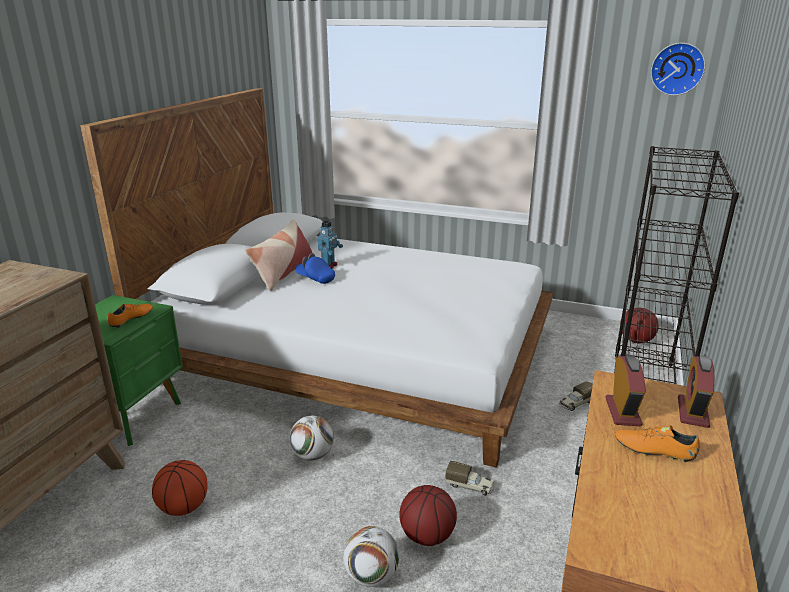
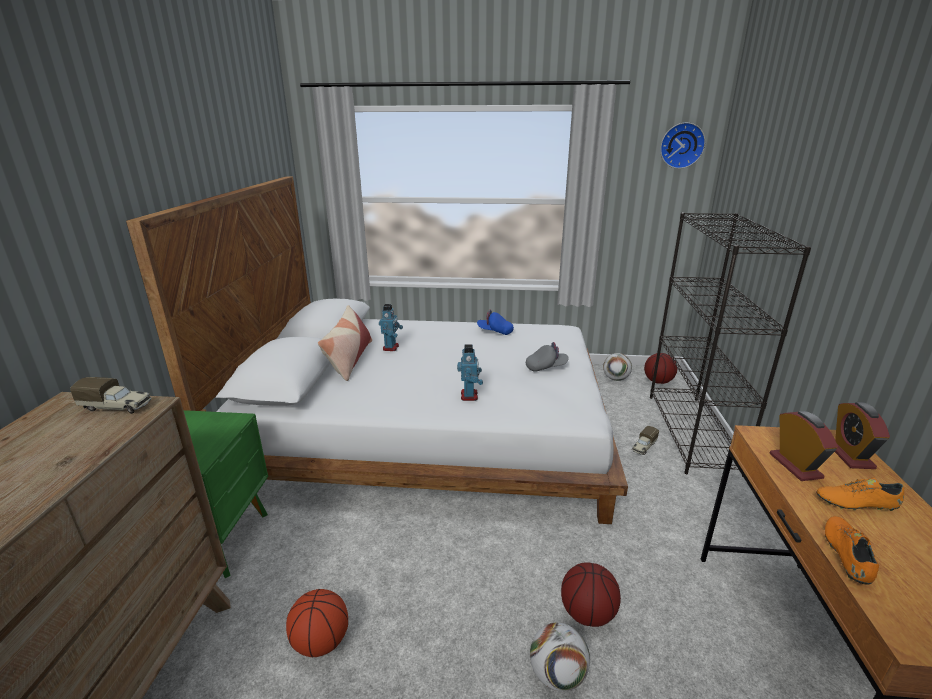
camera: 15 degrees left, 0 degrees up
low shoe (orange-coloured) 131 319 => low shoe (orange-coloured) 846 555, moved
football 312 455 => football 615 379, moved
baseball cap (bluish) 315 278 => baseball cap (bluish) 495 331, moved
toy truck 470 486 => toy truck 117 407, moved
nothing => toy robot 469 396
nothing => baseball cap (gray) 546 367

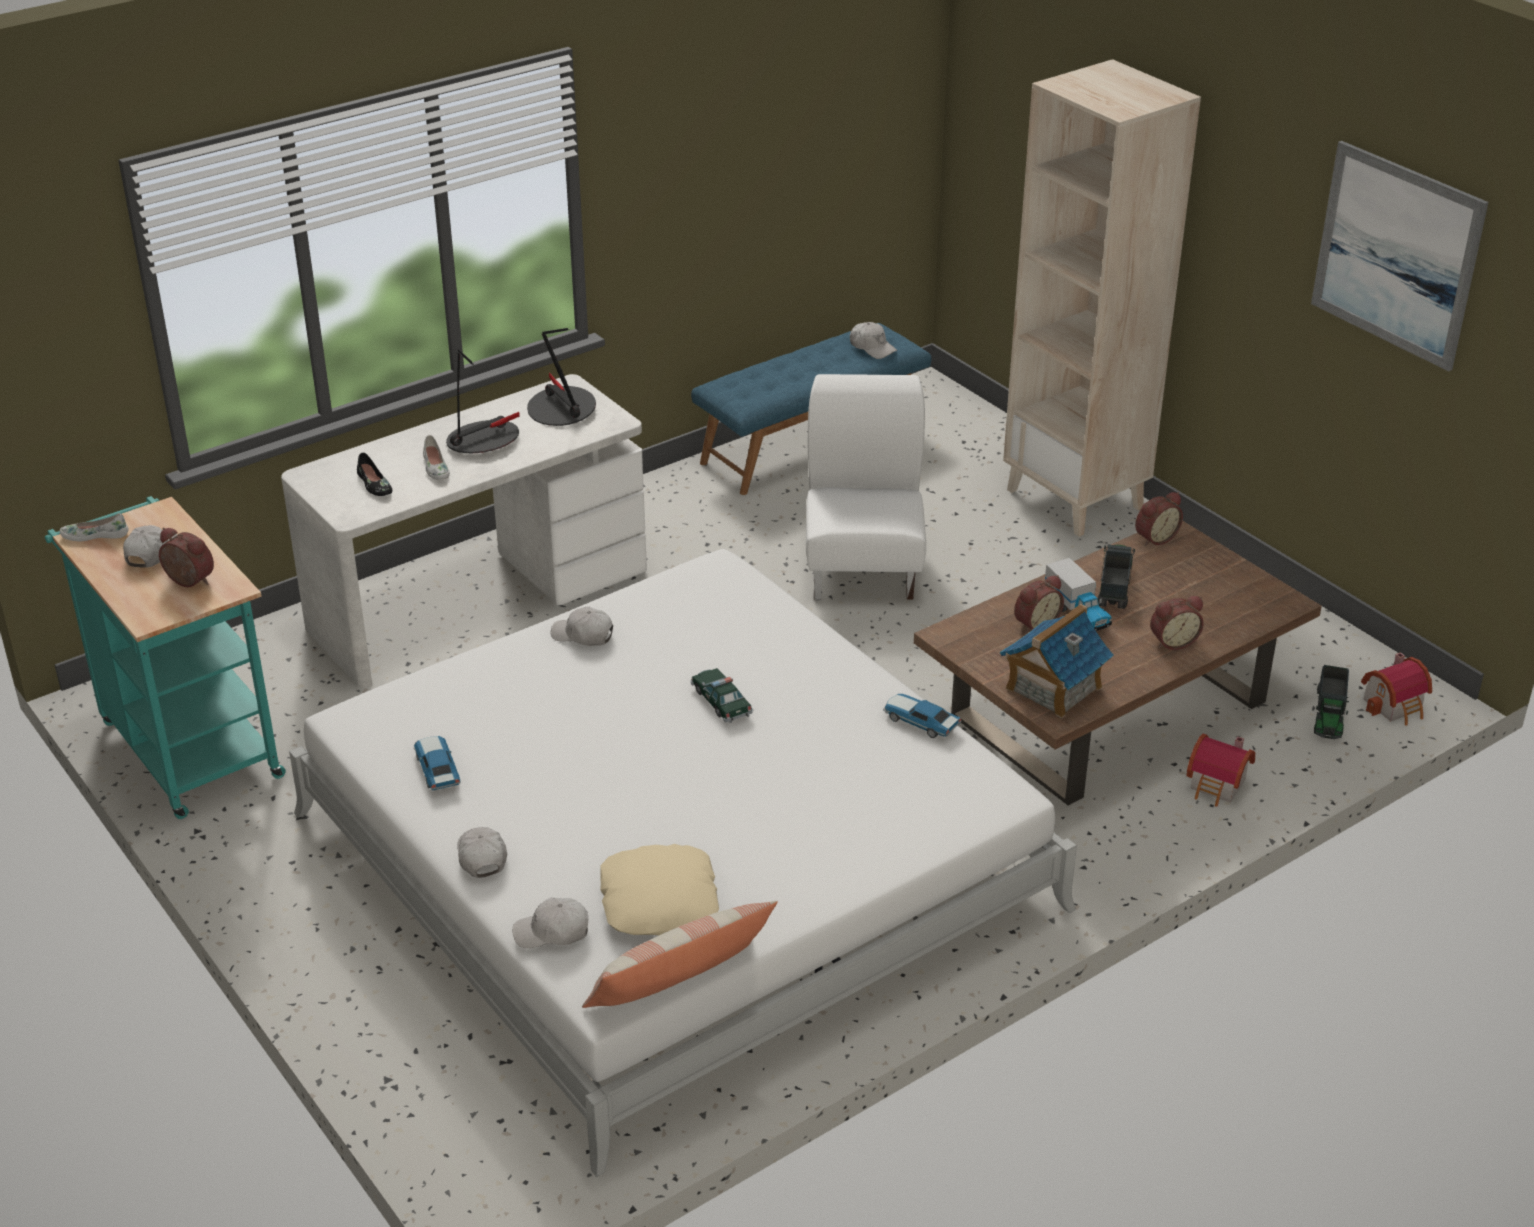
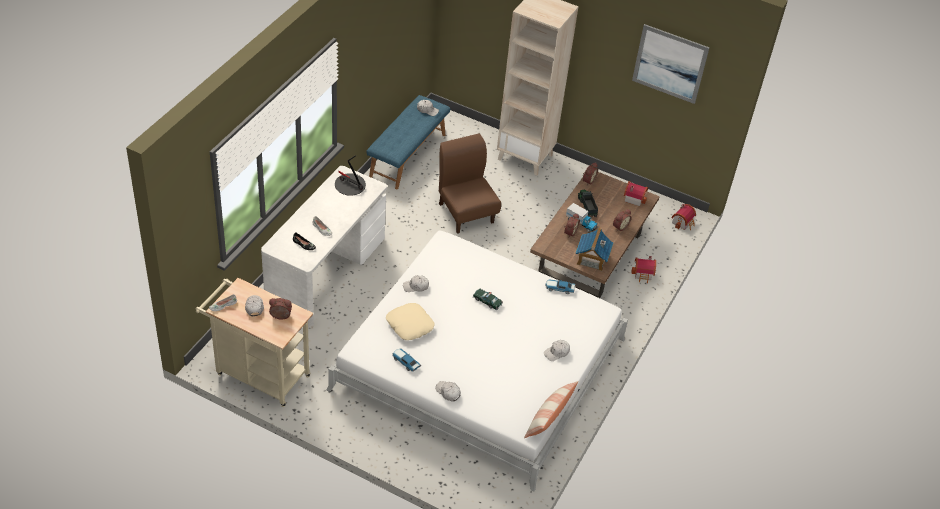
camera: 30 degrees left, 10 degrees up
cart (turquoise-coloured) 185 743 => cart (beige-coloured) 258 373
tabletop lamp 483 440 => nothing
baseball cap (white-coloured) 552 932 => baseball cap (white-coloured) 557 353, moved
throw pillow (beige-coloured) 658 901 => throw pillow (beige-coloured) 409 325, moved
upright chair (white-coloured) 863 567 => upright chair (brown-coloured) 466 212
toy truck 1329 714 => nothing
nothing => miniature house 634 198

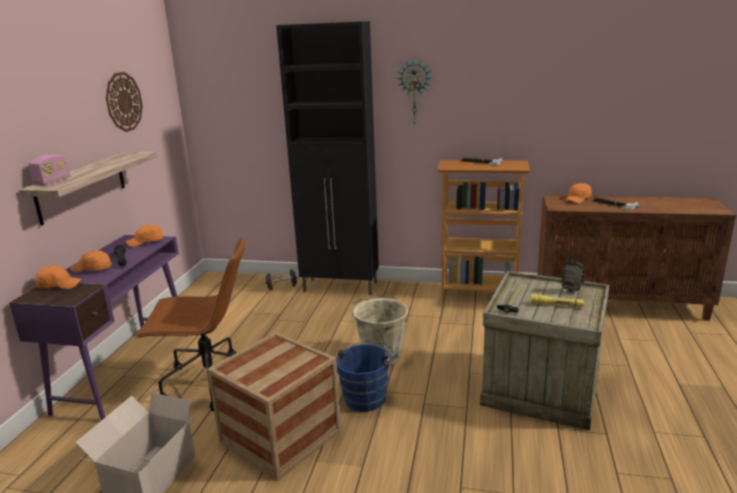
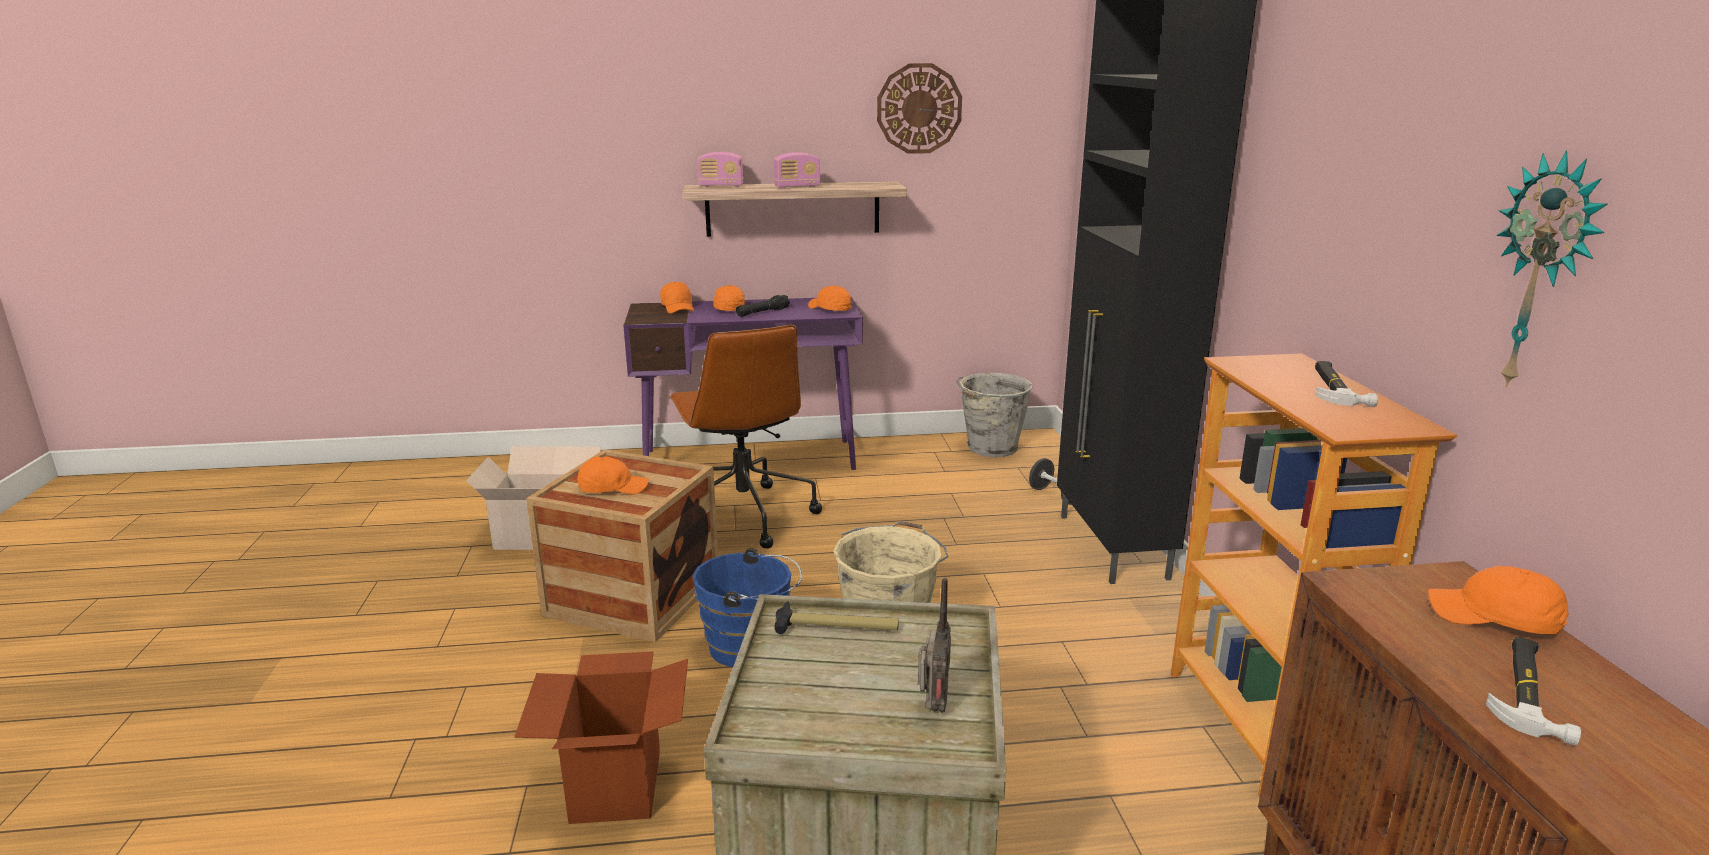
camera: 70 degrees right, 0 degrees up
clock on the wall 414 92 => clock on the wall 1544 273, moved
flashlight (yellowish) 556 305 => nothing
nothing => carton 616 785
nothing => baseball cap (orange-coloured) 612 488
nothing => radio receiver 797 187
nothing => pail (gray) 990 448

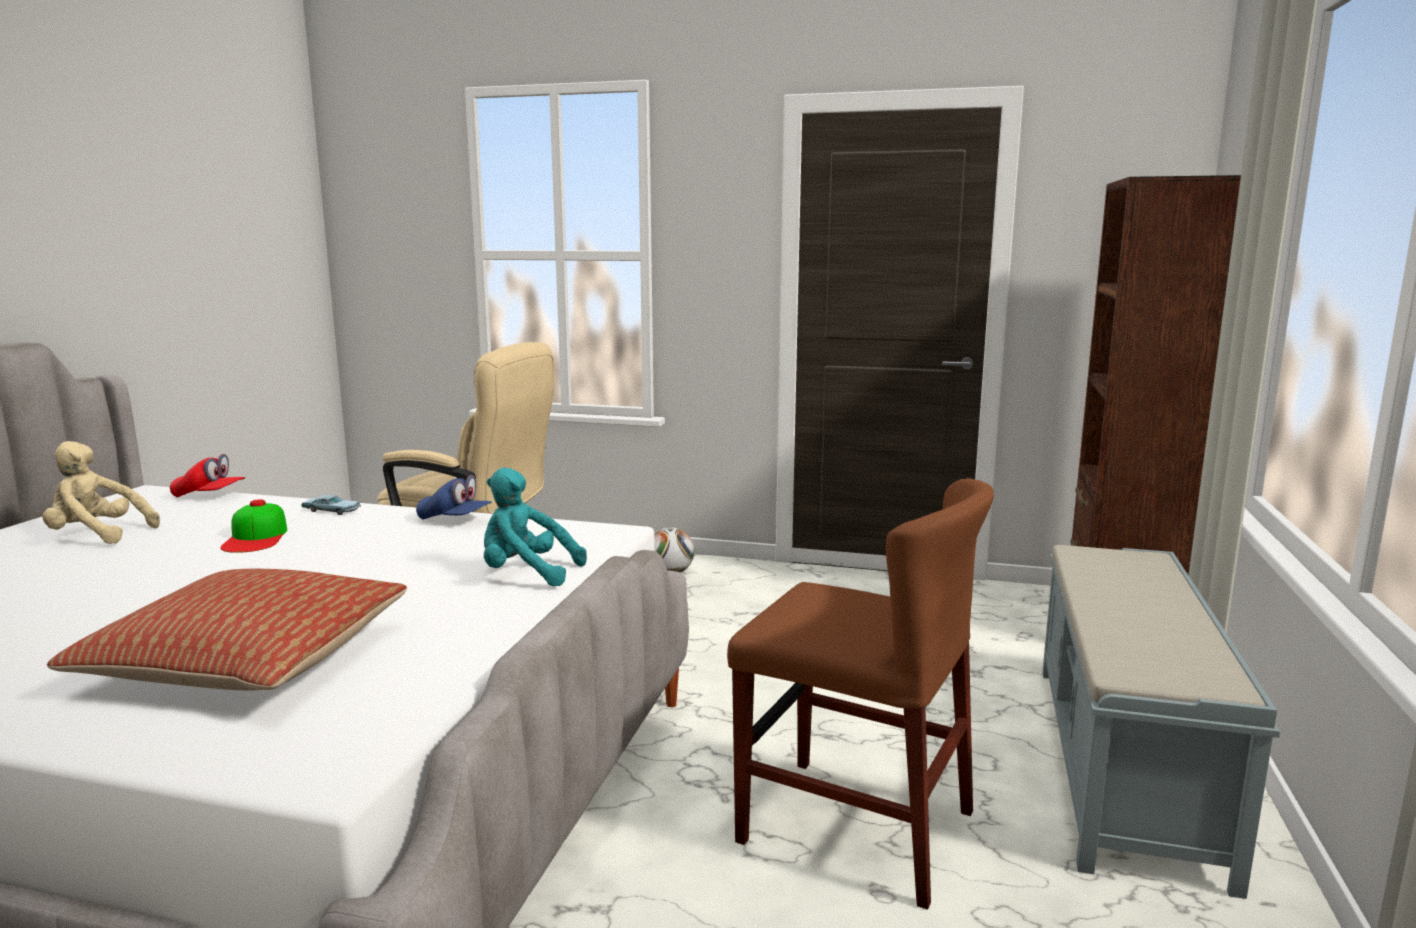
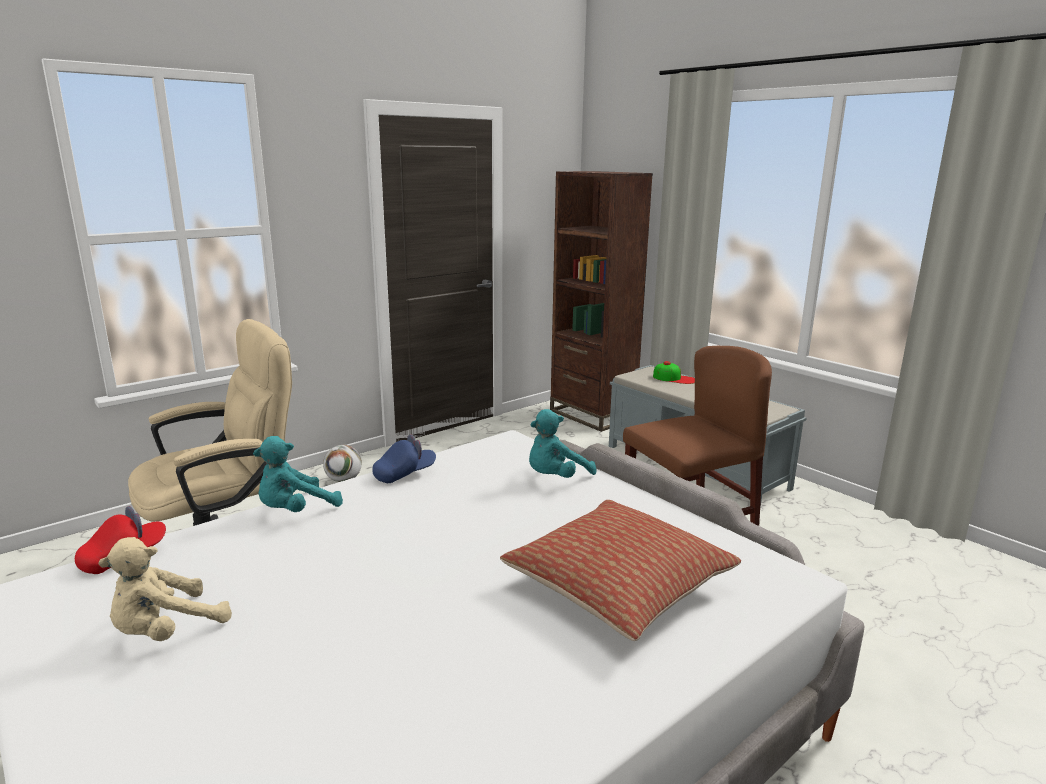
camera: 55 degrees left, 5 degrees up
baseball cap 256 537 => baseball cap 675 378, moved
miniature car (bluish) 331 511 => cuddly toy (turquoise-coloured) 295 510

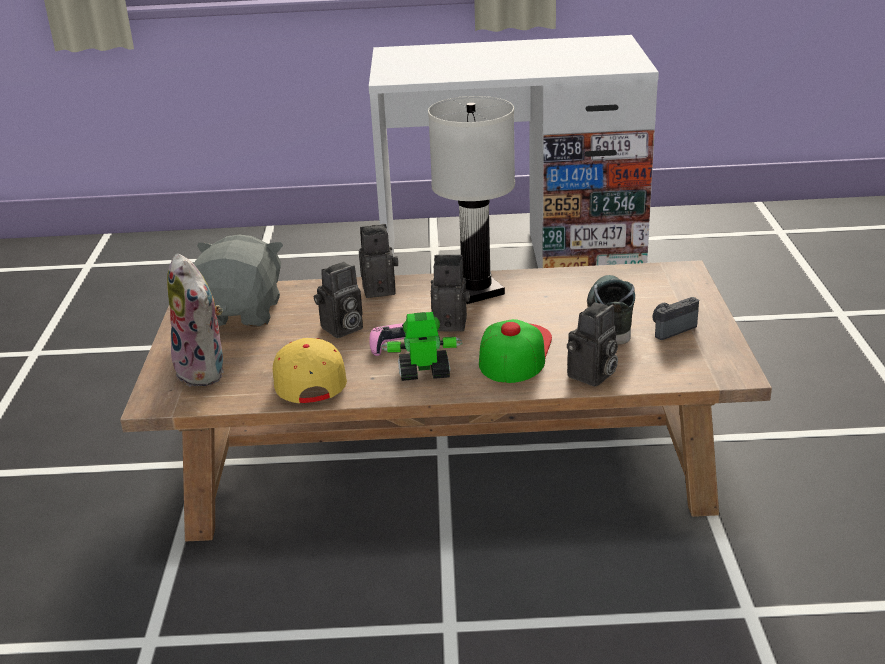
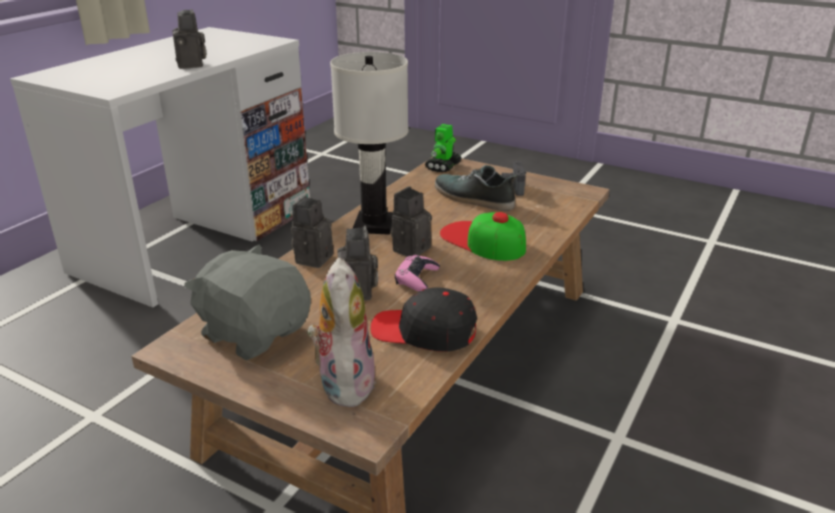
camera: 60 degrees left, 0 degrees up
cuddly toy 205 371 => cuddly toy 343 382, 90 degrees counterclockwise
baseball cap (yellowish) 308 379 => baseball cap (blackish) 424 332
toy robot 423 373 => toy robot 443 166, moved
still camera 592 376 => still camera 192 65, moved

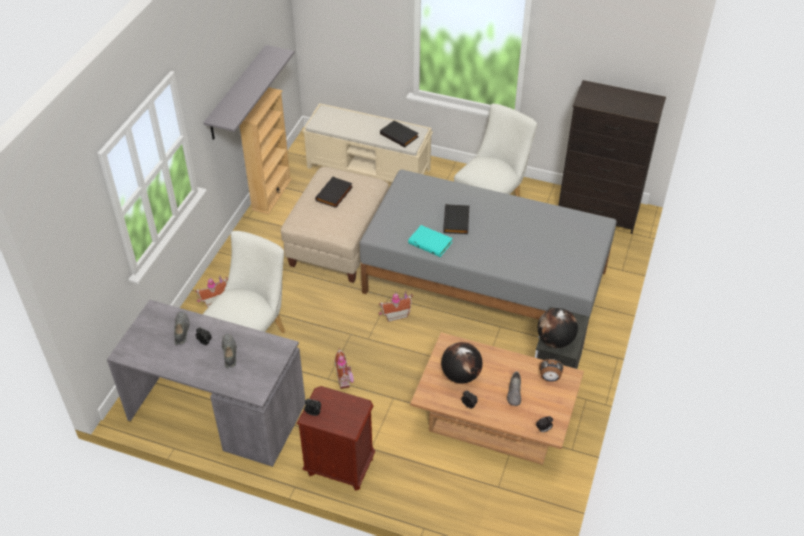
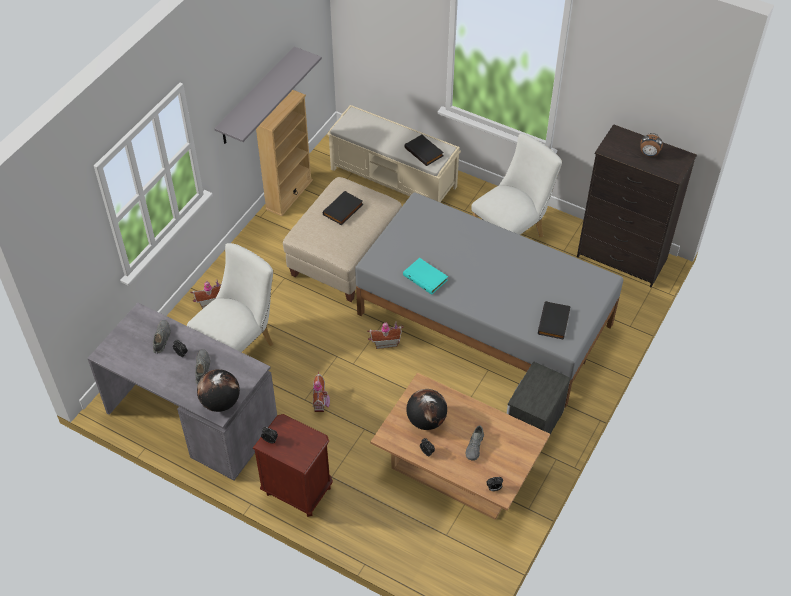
camera: 10 degrees right, 5 degrees up
volume (blackish) 457 221 => volume (blackish) 554 322, moved
world globe 555 341 => world globe 220 402, moved
alarm clock 549 378 => alarm clock 648 154, moved

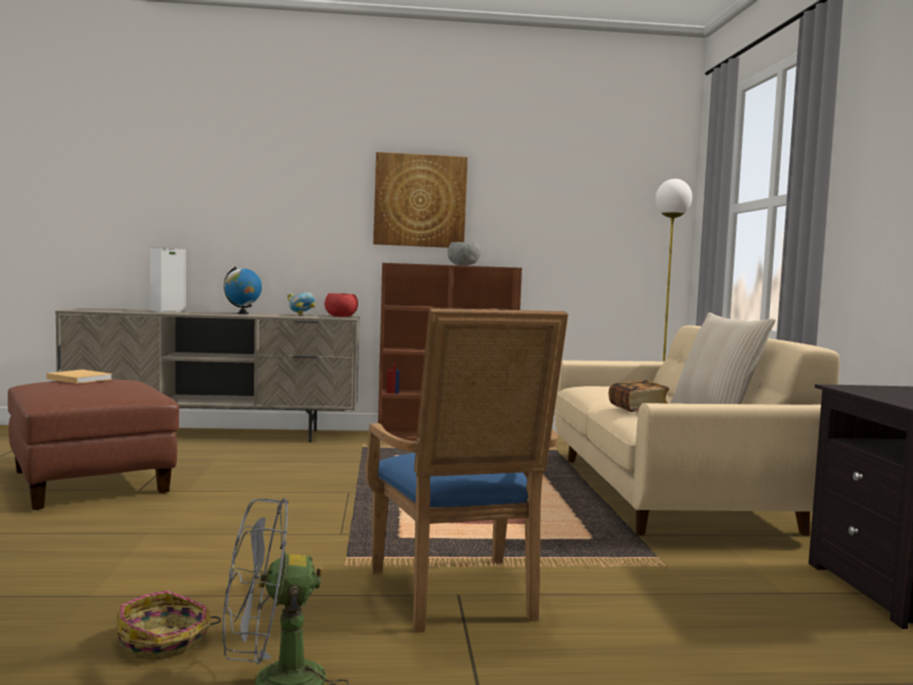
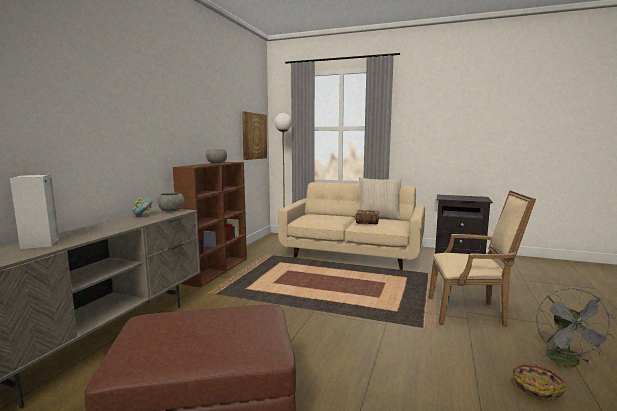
camera: 65 degrees left, 5 degrees up
volume (beige-coloured) 78 379 => nothing
world globe 242 313 => nothing
bowl (red-coloured) 341 316 => bowl (gray) 171 211
easy chair (bluish) 459 598 => easy chair (beige-coloured) 471 312
wall art 420 201 => wall art 254 136, moved

